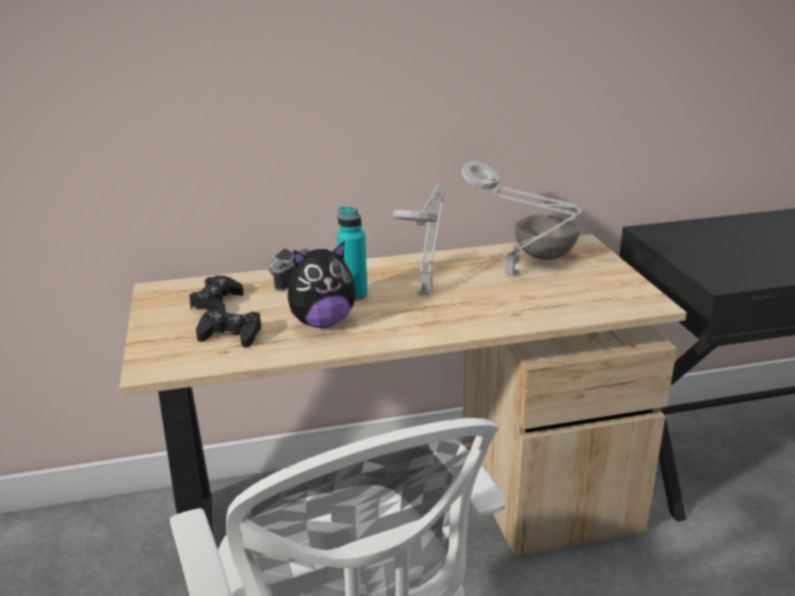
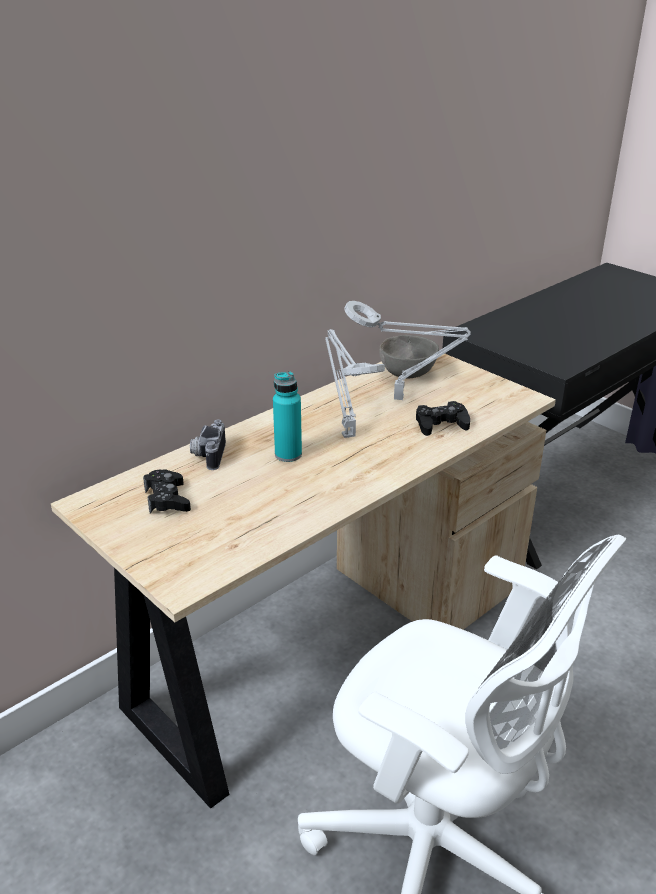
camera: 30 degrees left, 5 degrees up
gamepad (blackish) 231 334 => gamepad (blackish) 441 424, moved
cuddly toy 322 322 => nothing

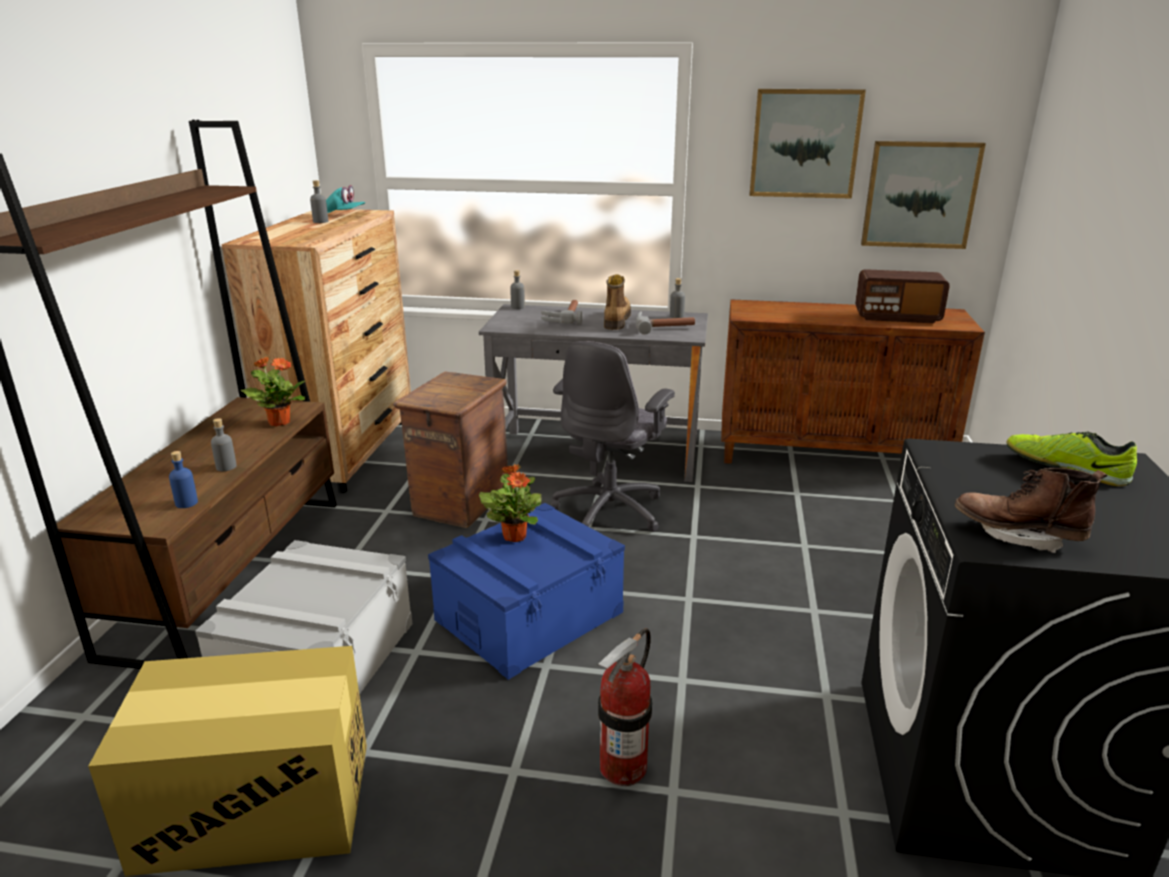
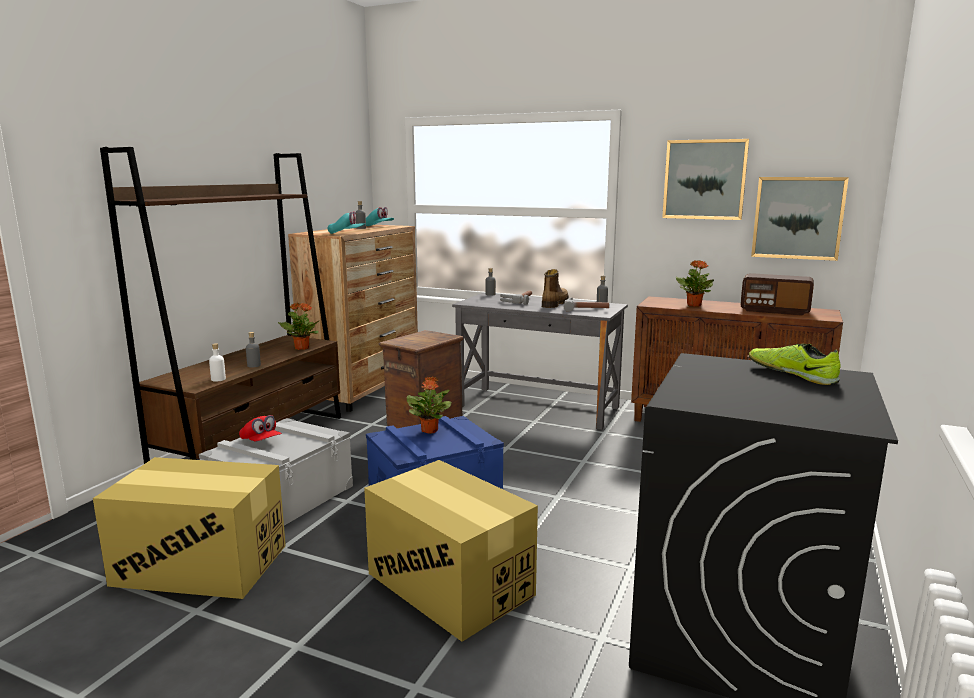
camera: 15 degrees right, 10 degrees down
bottle (bluish) 186 503 => bottle (white-coloured) 218 379
desk chair (gray) 610 511 => nothing
fire-fighting cylinder 623 767 => carton 450 584
boot (brown-coloured) 1017 535 => nothing
nothing => baseball cap (red-coloured) 261 441
nothing => baseball cap (turquoise-coloured) 346 233
nothing => houseplant 694 305

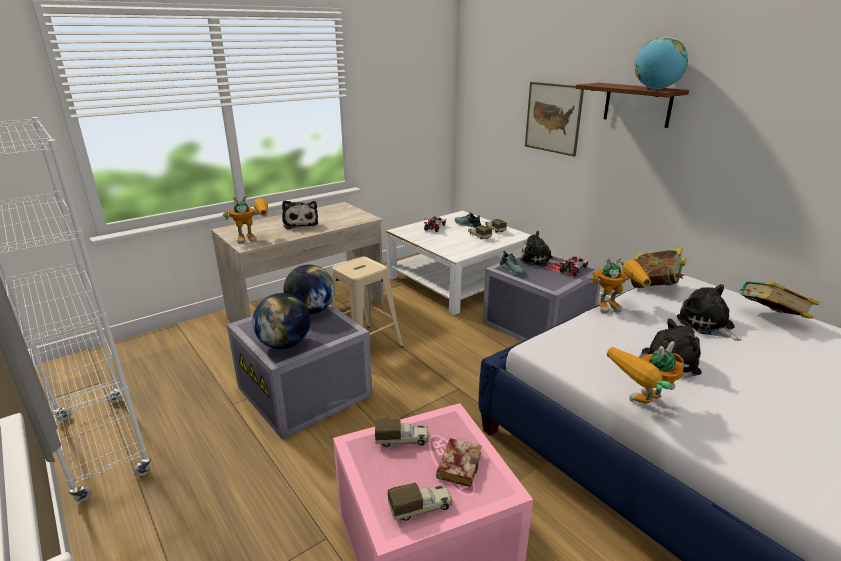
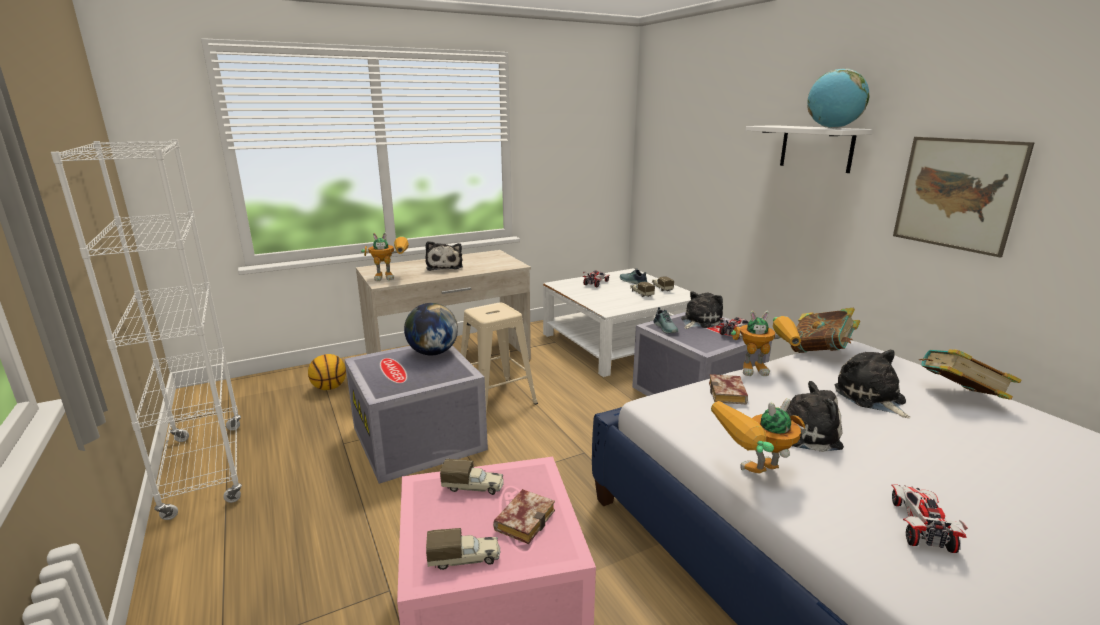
camera: 10 degrees right, 5 degrees down
world globe 284 344 => nothing
cuddly toy 538 260 => cuddly toy 699 321, 105 degrees clockwise
wall art 553 118 => wall art 957 194, moved
shelf (brown-coloured) 637 104 => shelf (white-coloured) 816 148
nothing => basketball ball 329 387
nothing => volume 729 394
nothing => miniature car 919 526

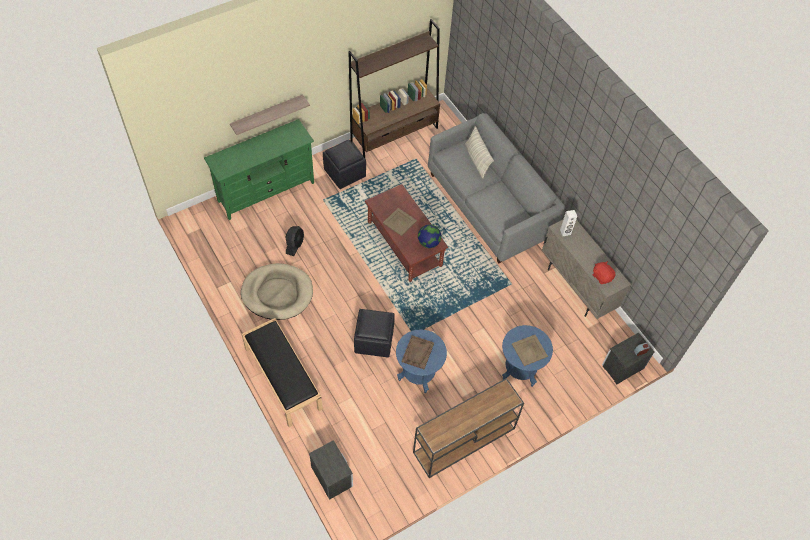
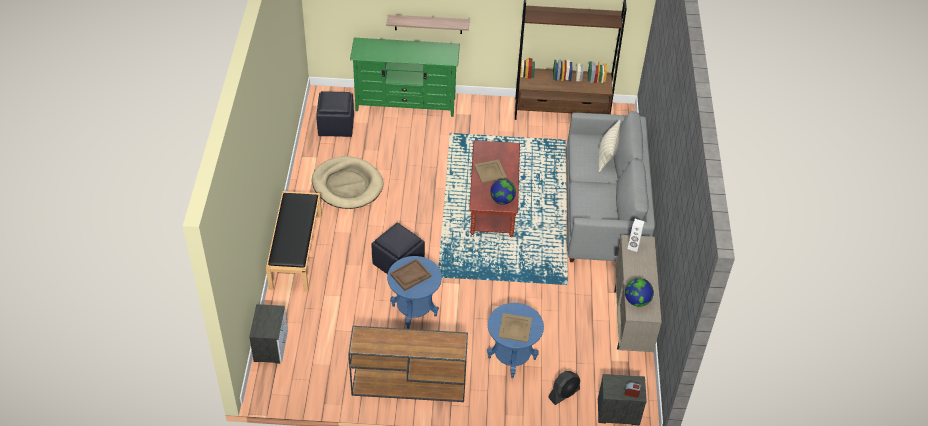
camera: 35 degrees right, 10 degrees down
electric fan (blackish) 295 245 => electric fan (blackish) 564 393, moved
footrest (blackish) 345 173 => footrest (blackish) 336 125, moved
cuddly toy (red-coloured) 602 276 => world globe 637 301

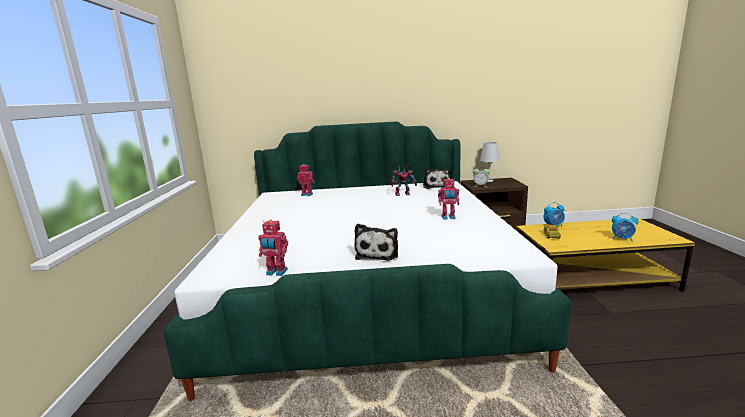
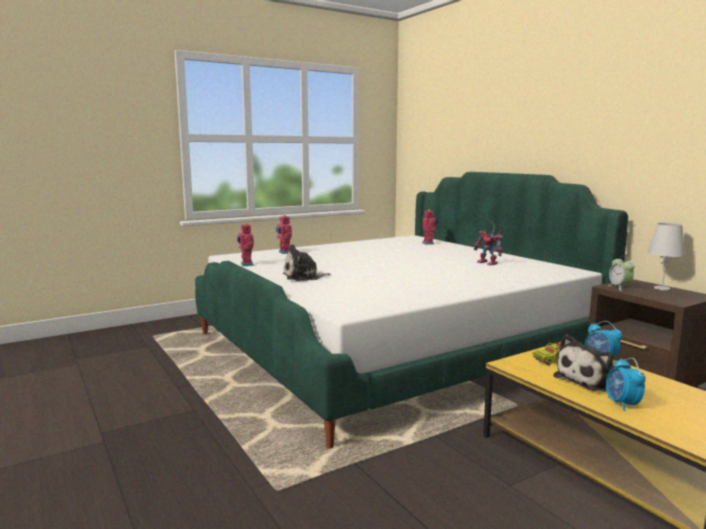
camera: 60 degrees right, 5 degrees down
cuddly toy 435 186 => cuddly toy 588 380, moved
toy robot 448 217 => toy robot 284 252, moved

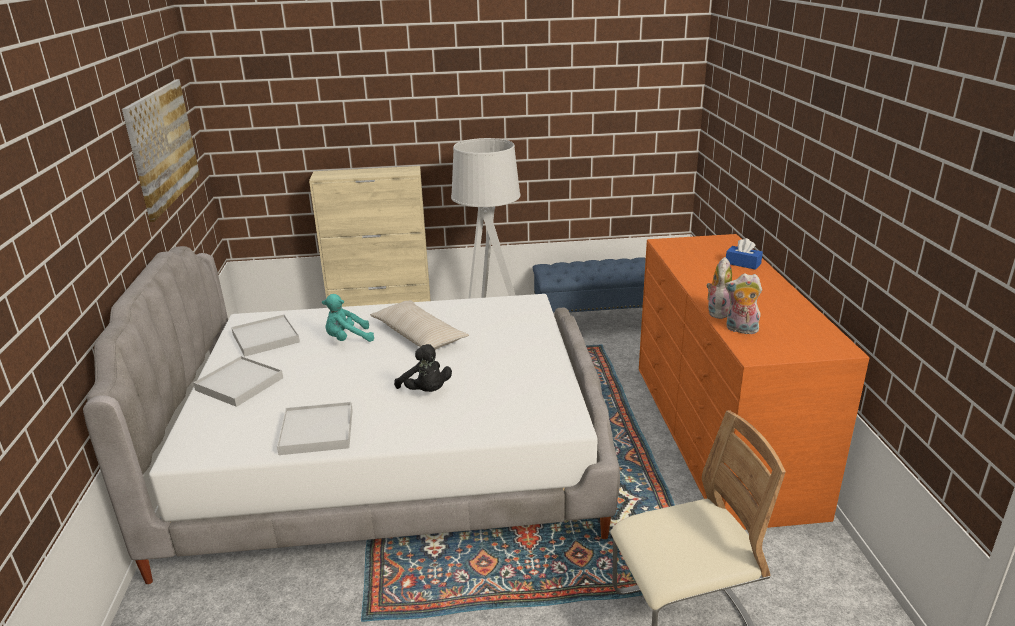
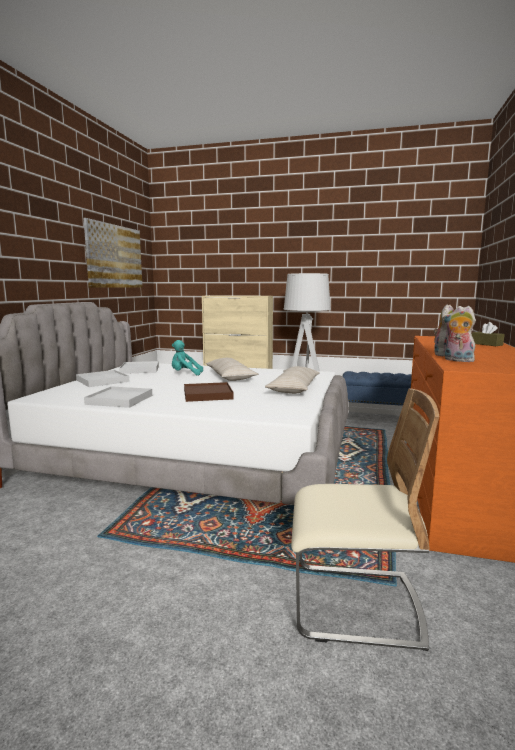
camera: 20 degrees right, 15 degrees down
cuddly toy (blackish) 426 391 => tray (brown-coloured) 207 395
tissue holder (bluish) 743 263 => tissue holder (brown-coloured) 486 344
nothing => throw pillow (beige-coloured) 294 388

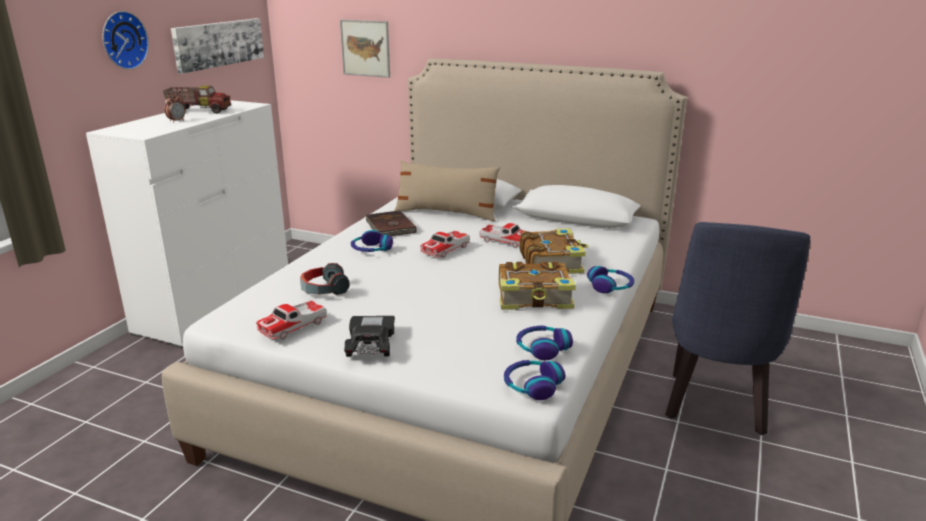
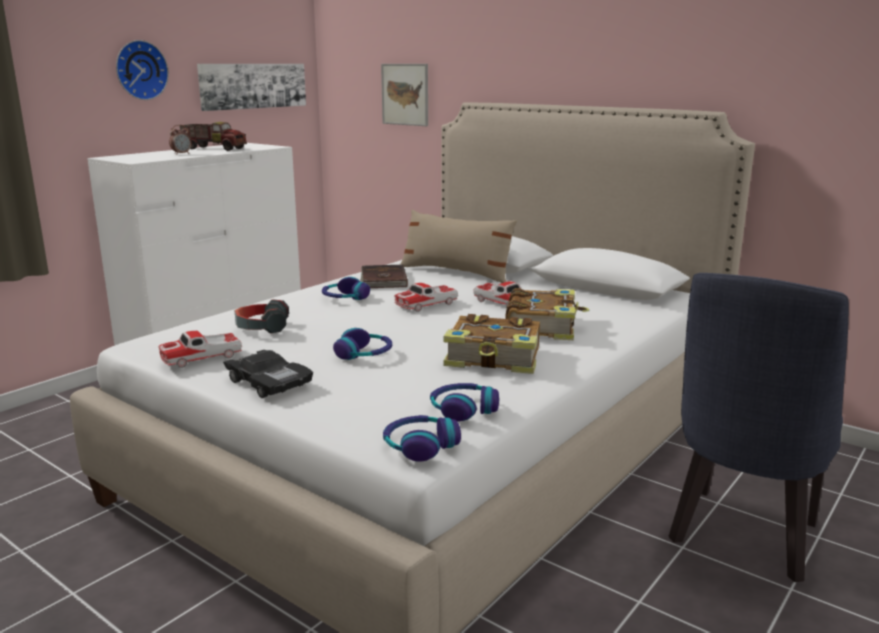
camera: 15 degrees right, 5 degrees down
miniature car (blackish) 370 344 => miniature car (blackish) 268 383, 120 degrees clockwise
headphones 610 286 => headphones 364 354, moved

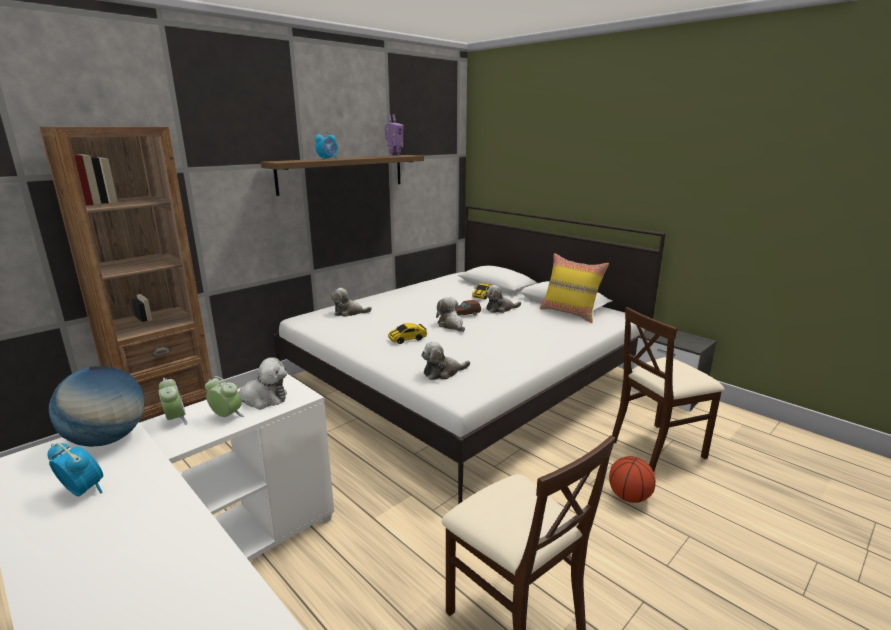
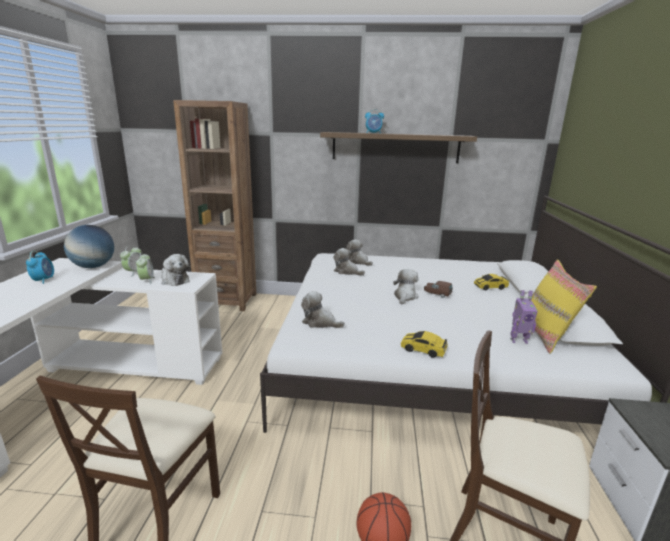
camera: 50 degrees right, 0 degrees up
toy robot 394 156 => toy robot 518 340, moved
miniature car 407 339 => miniature car 423 350, moved
cuddly toy 500 309 => cuddly toy 347 271, moved

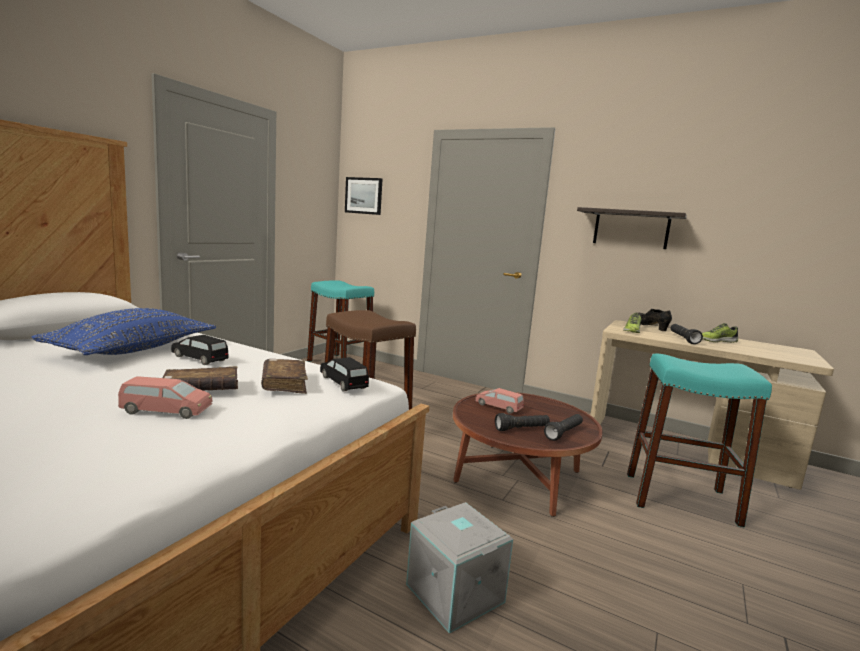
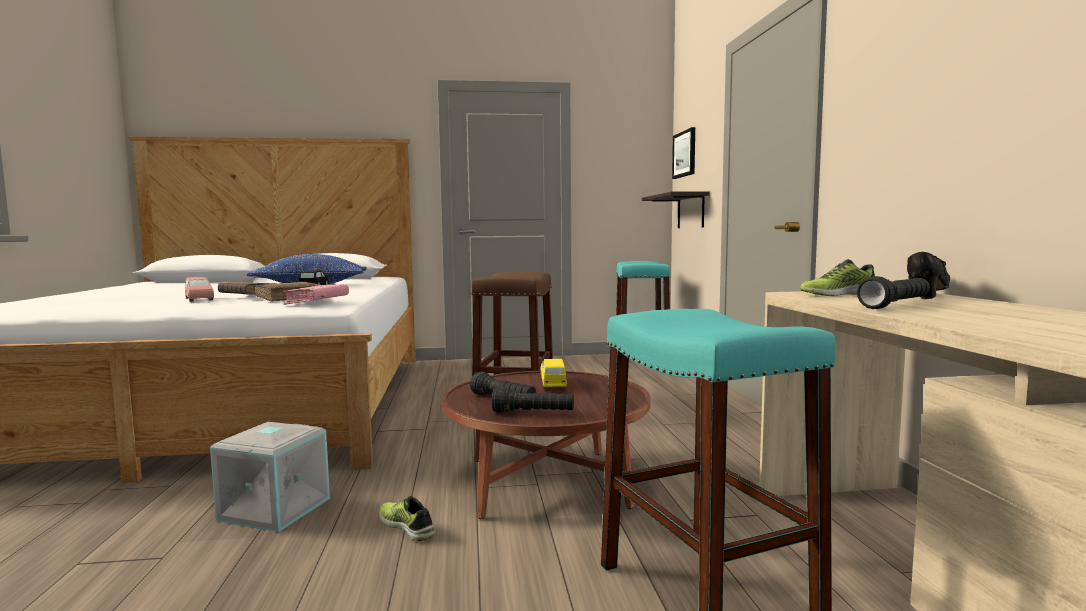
camera: 55 degrees right, 5 degrees down
miniature car (blackish) 343 383 => volume (pink) 317 302
miniature car (pink) 498 407 => miniature car (yellowish) 553 383
shelf 631 229 => shelf 690 211, moved
low shoe 716 341 => low shoe 407 526, moved

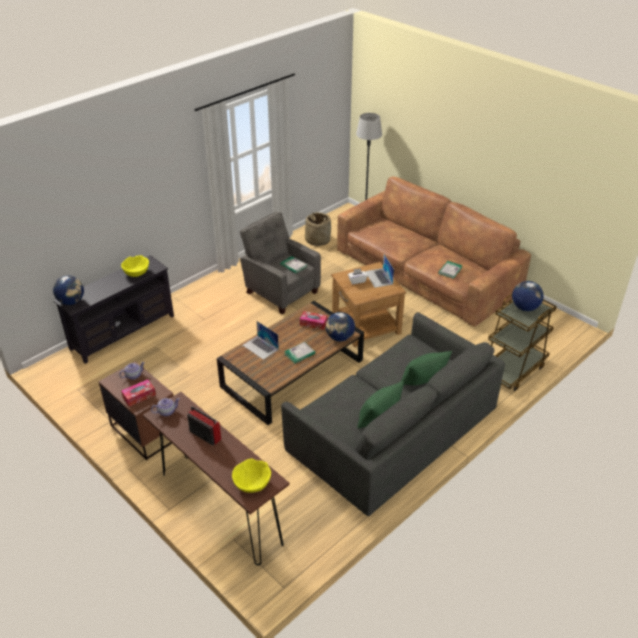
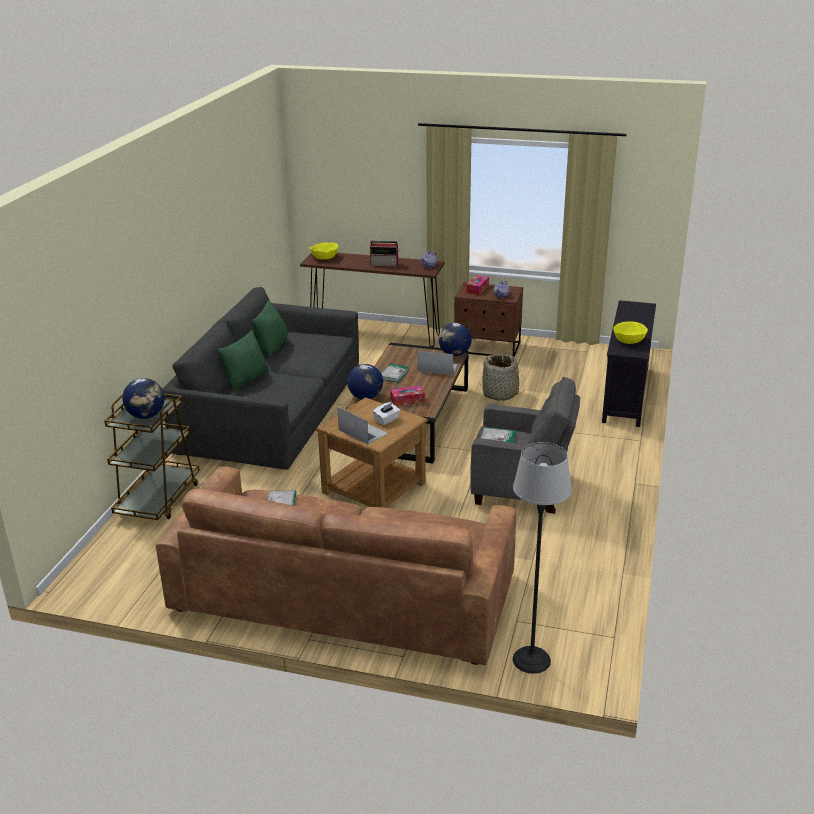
camera: 150 degrees right, 10 degrees down
world globe 71 301 => world globe 454 354, moved
household basket 317 240 => household basket 500 394, moved

